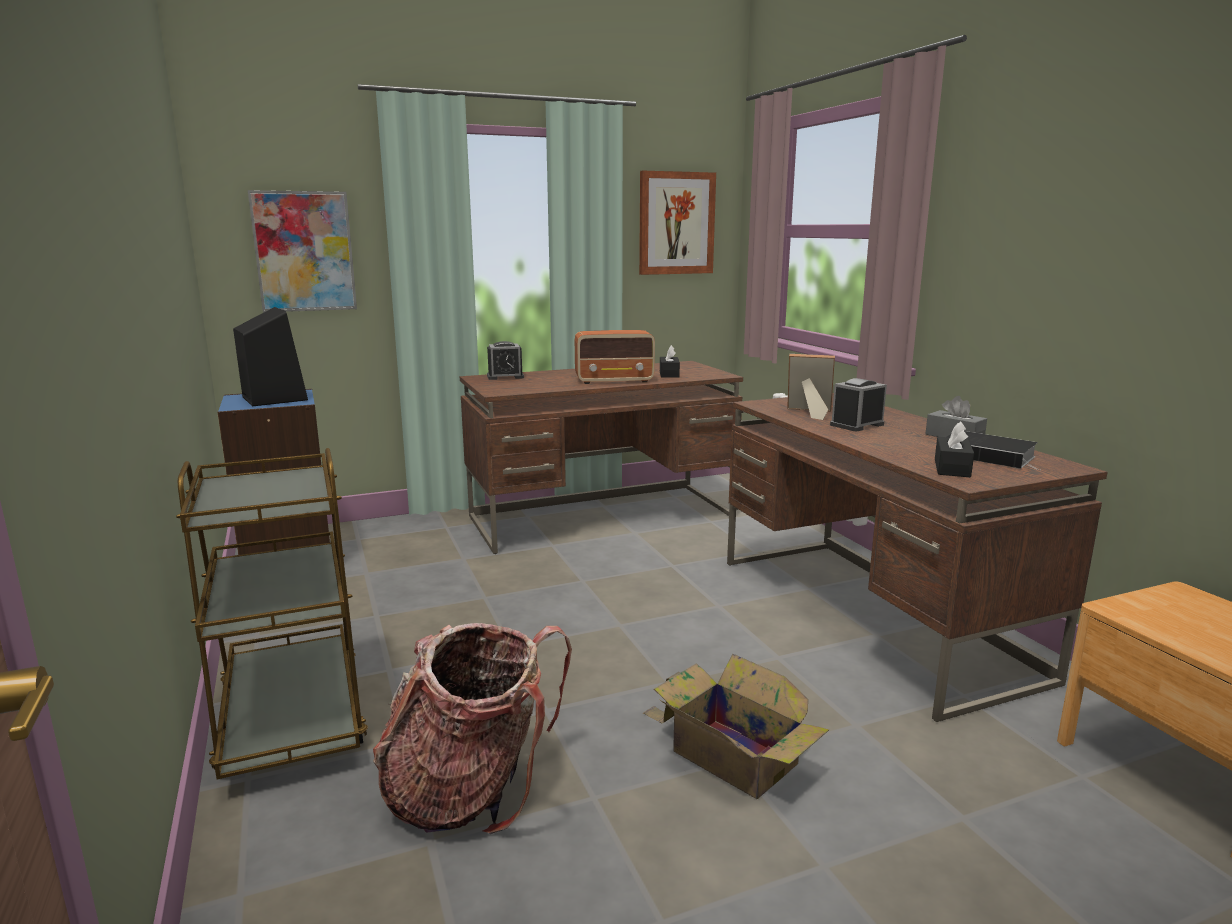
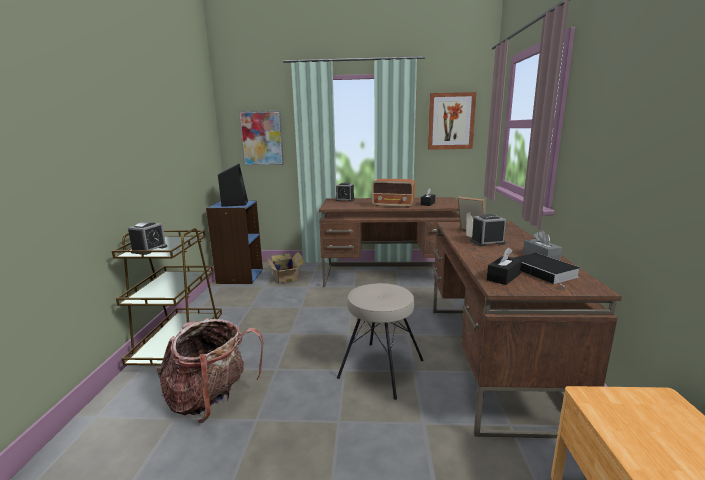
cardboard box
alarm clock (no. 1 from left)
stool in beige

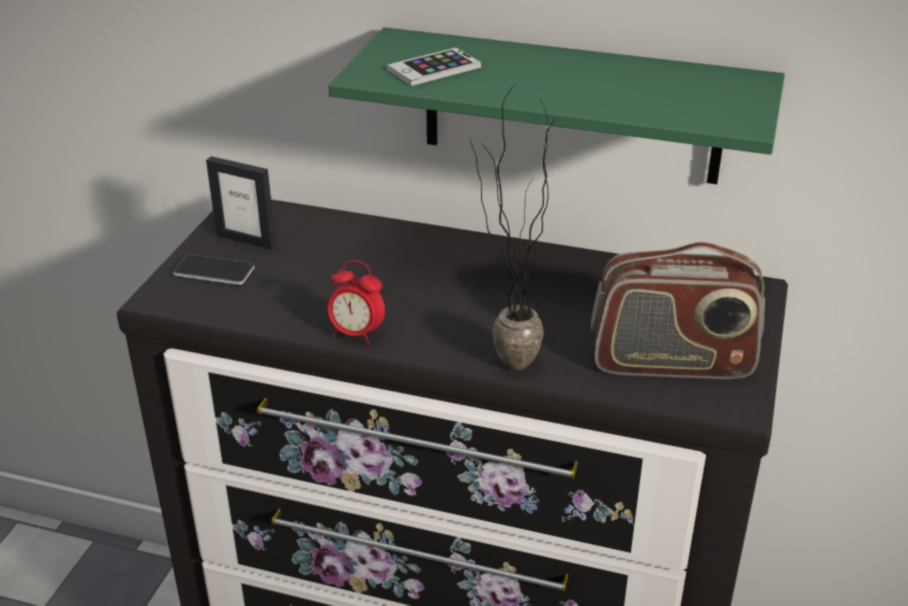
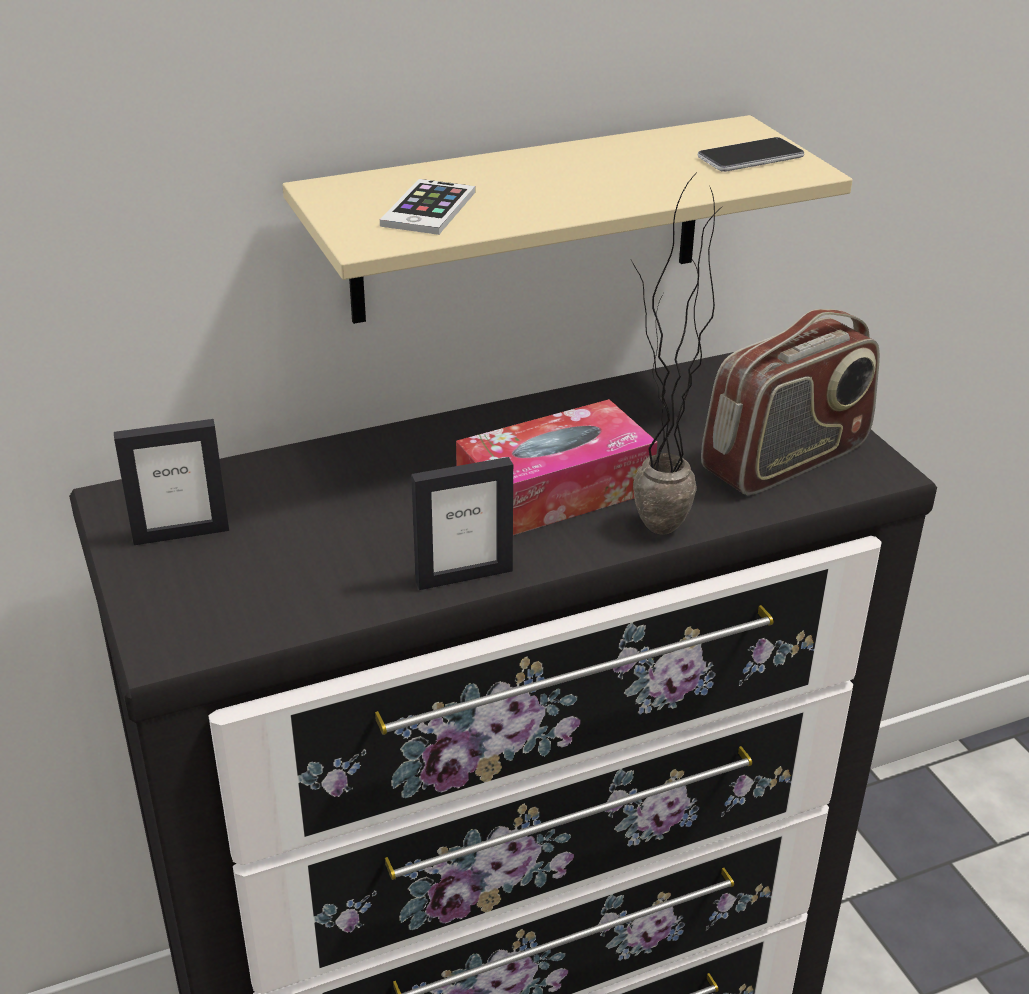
phone (no. 2 from left)
shelf in beige
picture frame (no. 2 from left)
tissue box

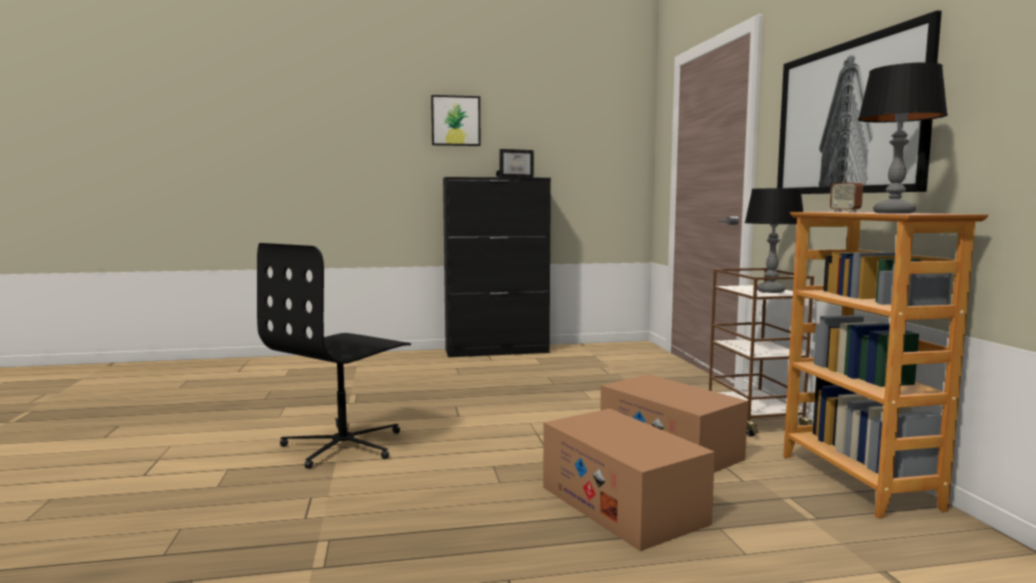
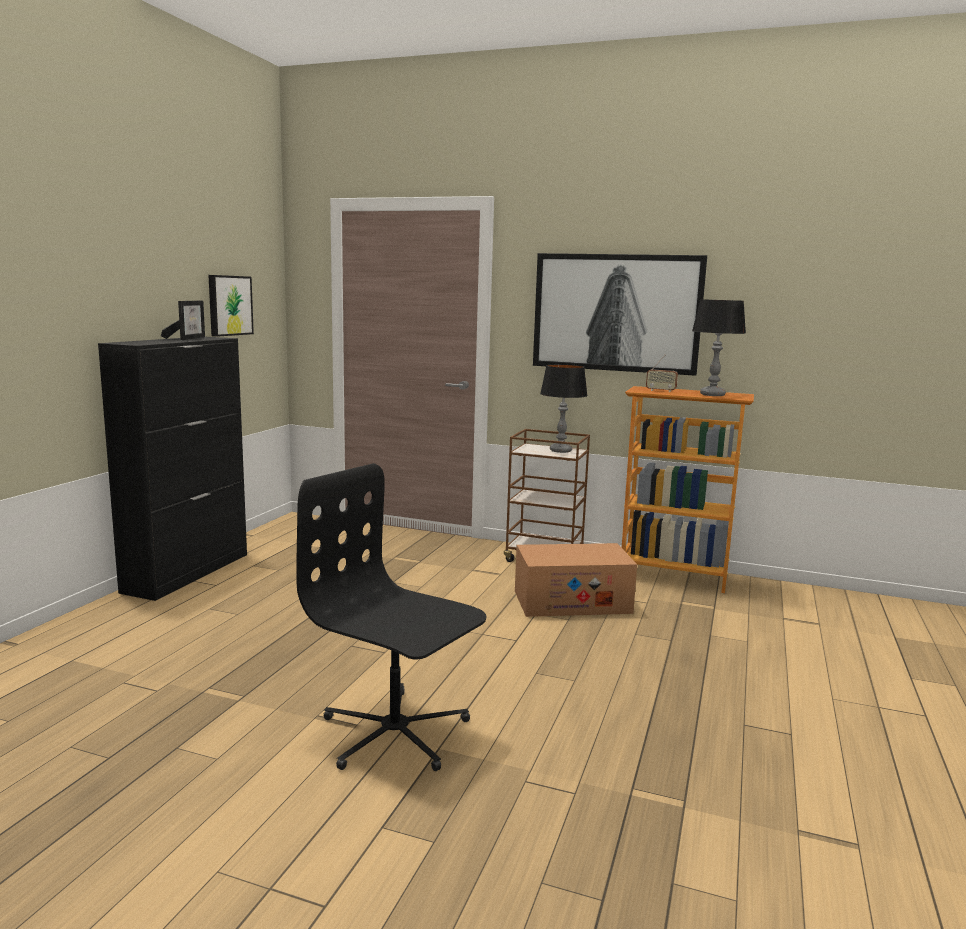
office chair in black
picture (no. 1 from left)
cardboard box (no. 1 from left in the first image)

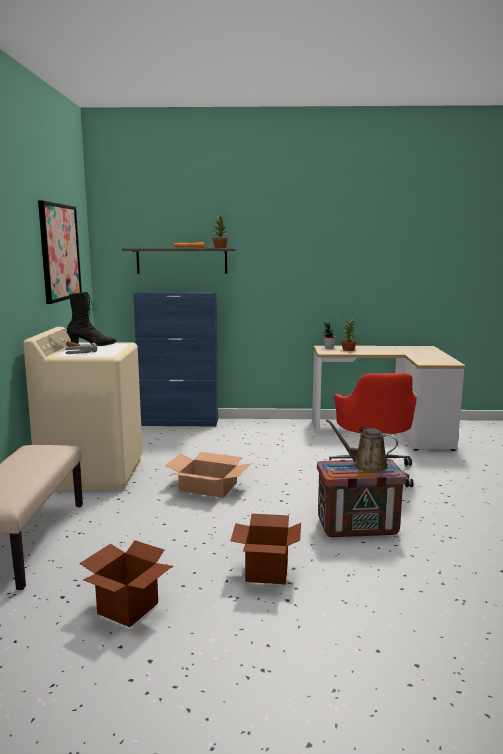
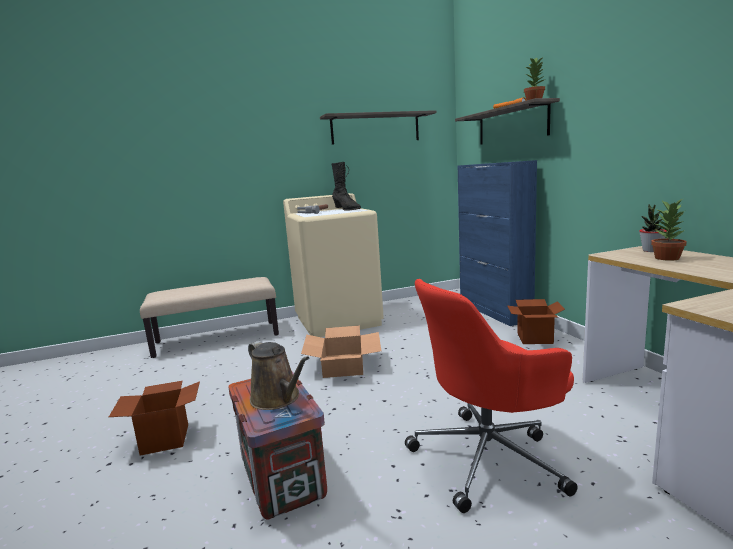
shelf (no. 1 from left)
cardboard box (no. 3 from left)
watering can in brown

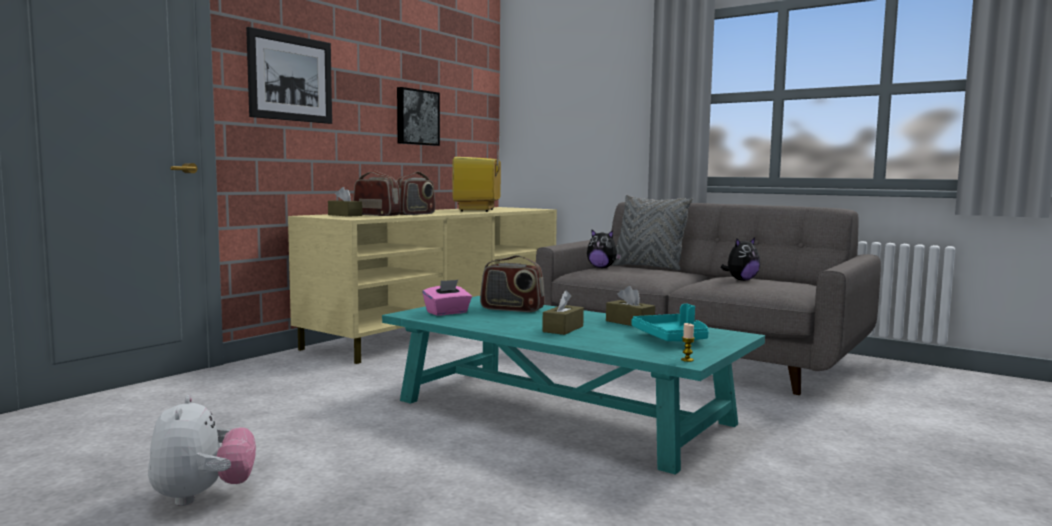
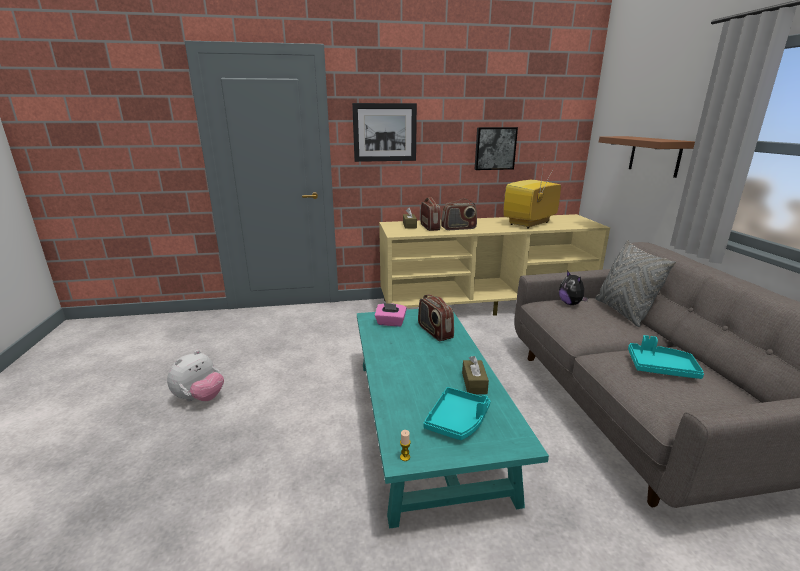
tissue box in brown (no. 2 from left in the first image)
tray in turquoise (no. 2 from left)
shelf in brown

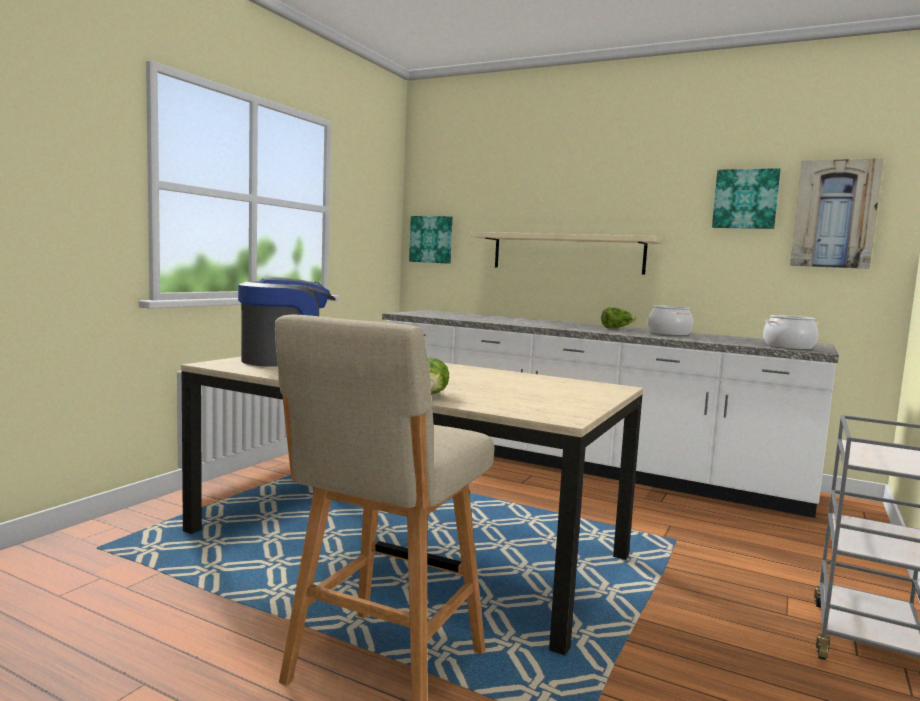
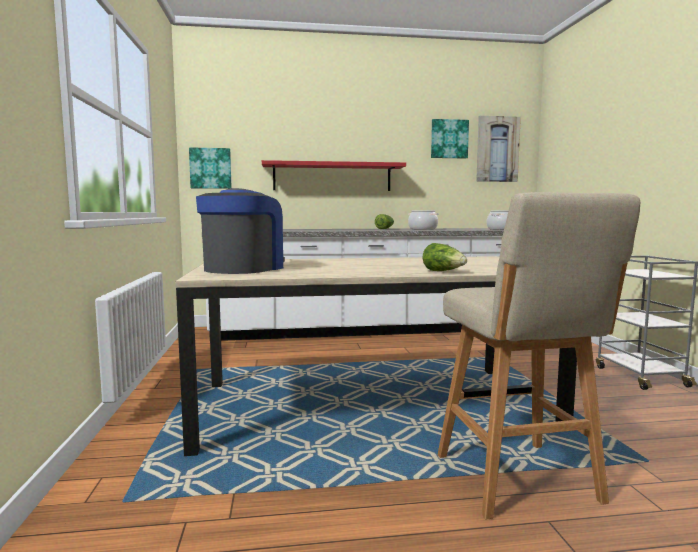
shelf in red

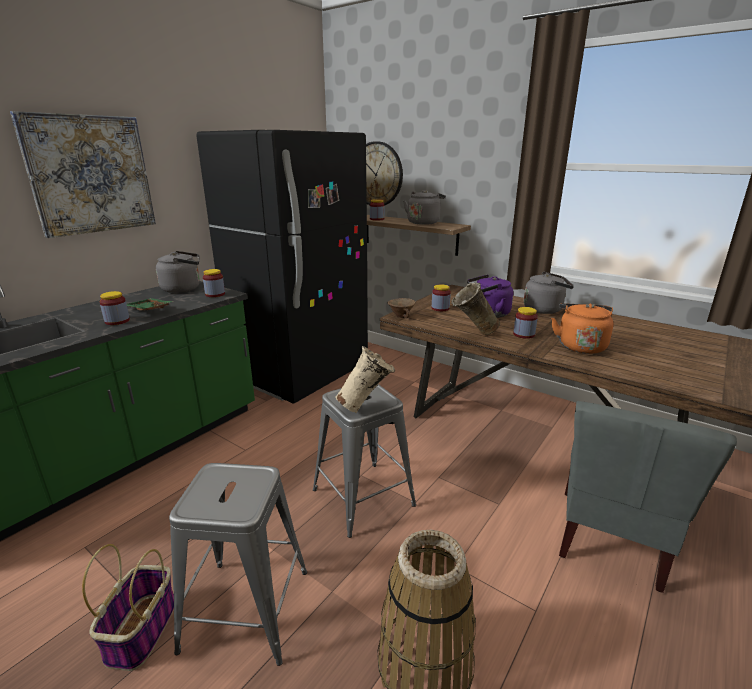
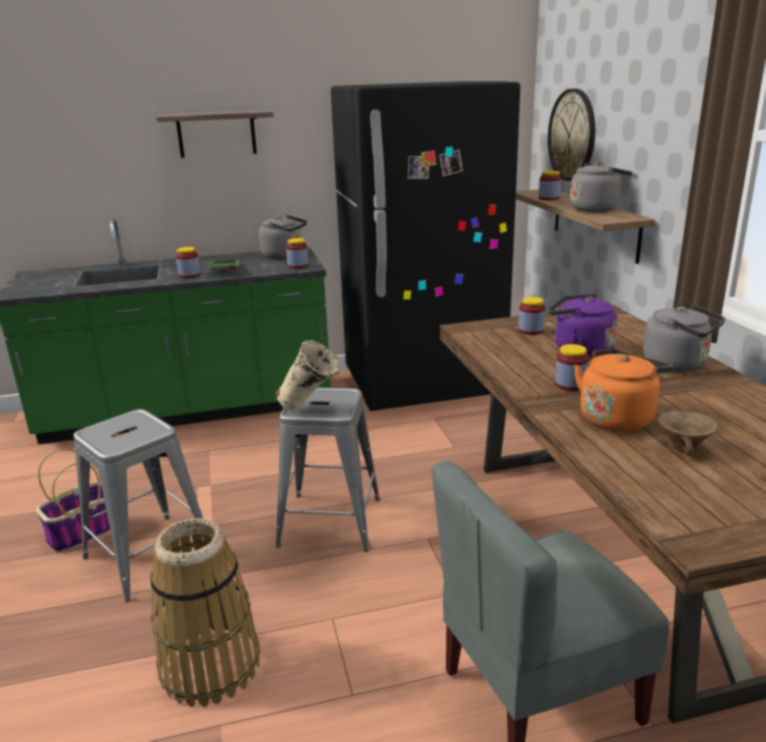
shelf (no. 1 from left)
bowl in brown
vase in beige (no. 2 from left in the first image)

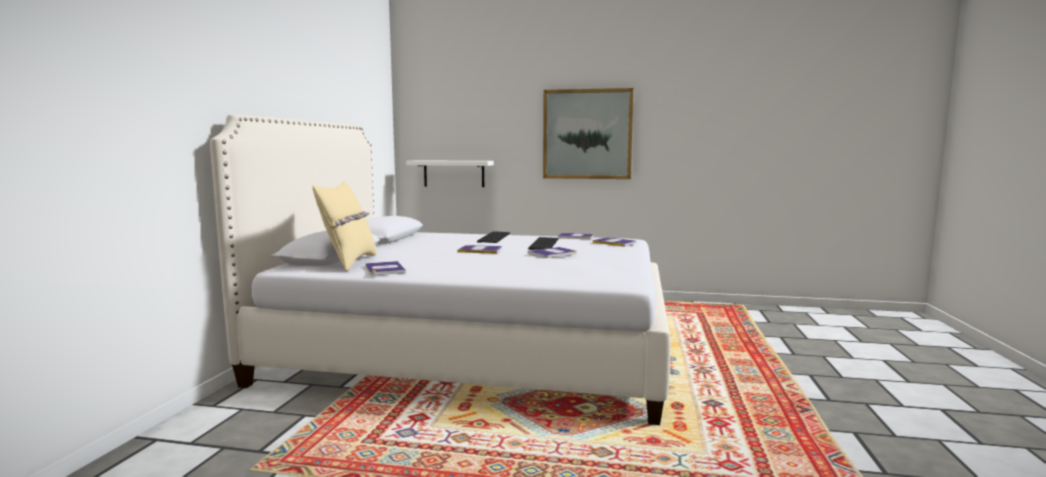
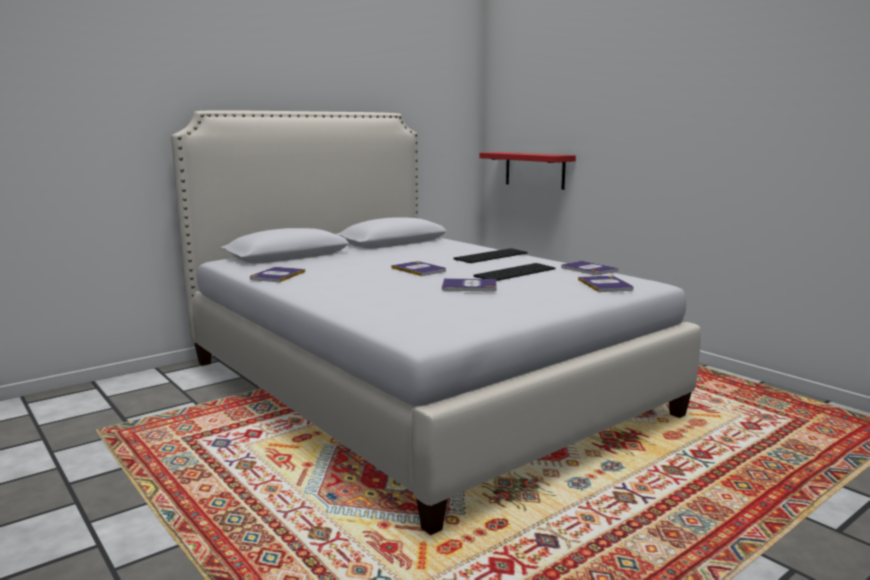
pillow in beige
shelf in red
picture

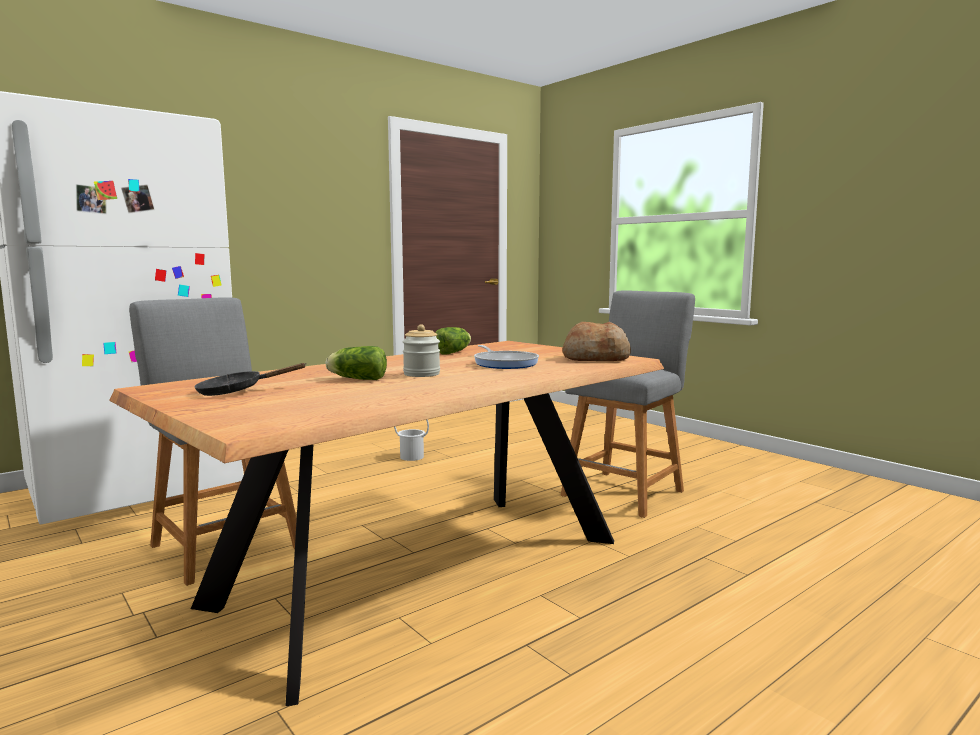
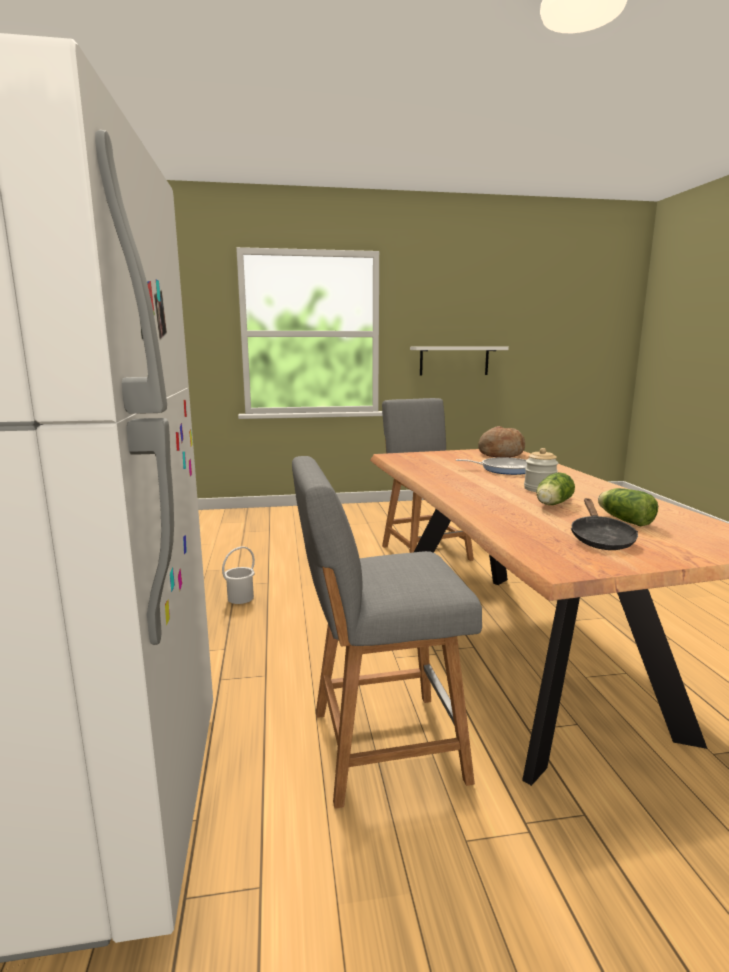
lettuce (no. 2 from left)
shelf in white

